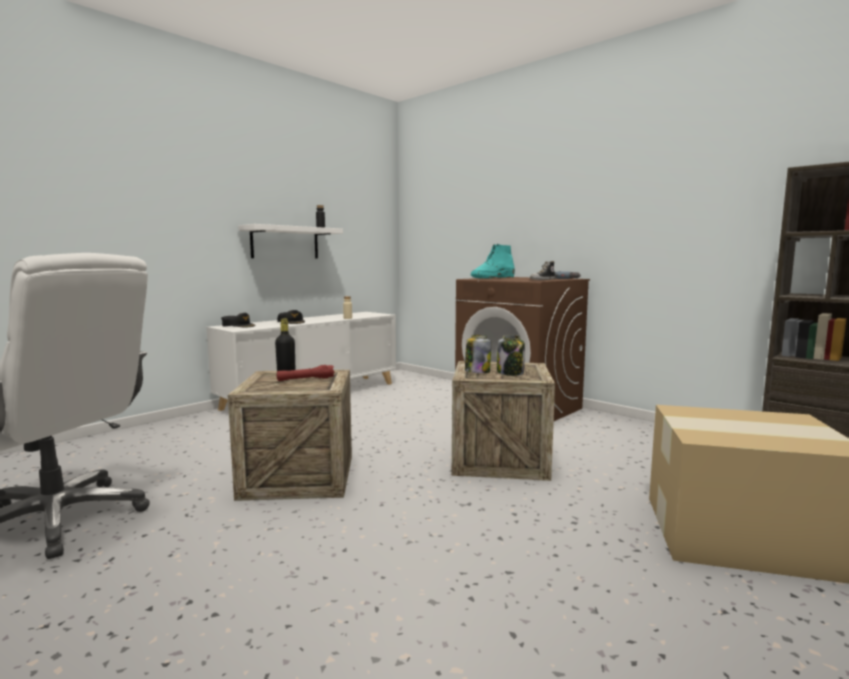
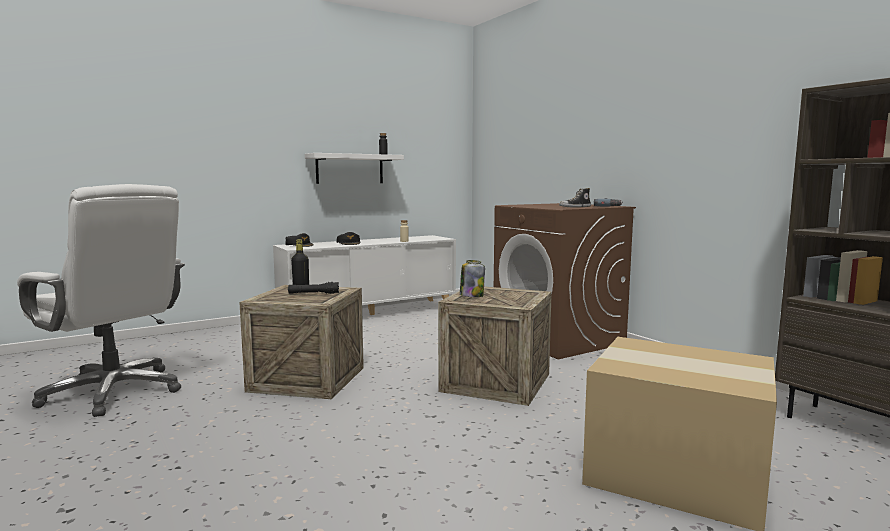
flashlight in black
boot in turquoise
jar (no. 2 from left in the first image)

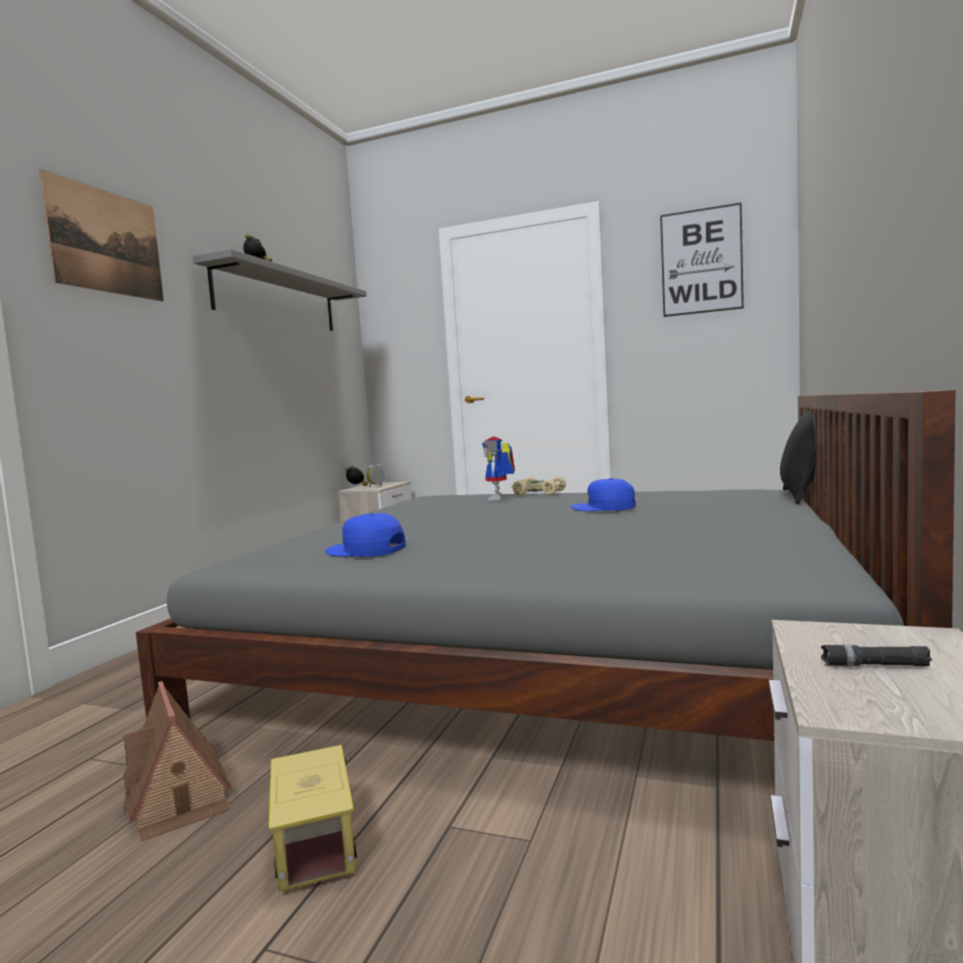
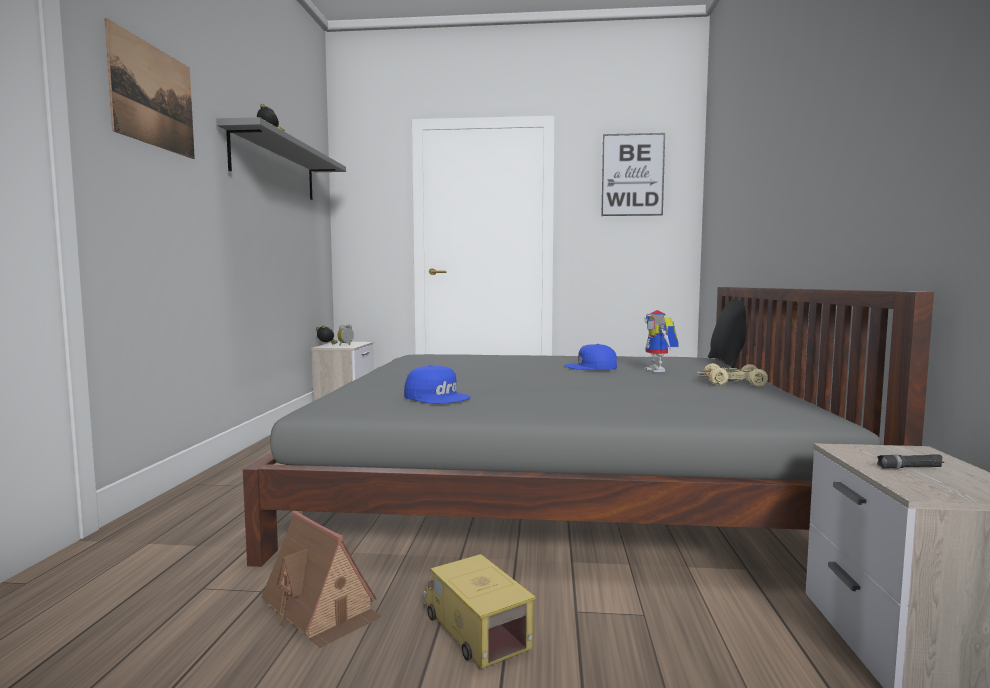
cap in blue (no. 1 from left)
toy robot
toy car in beige

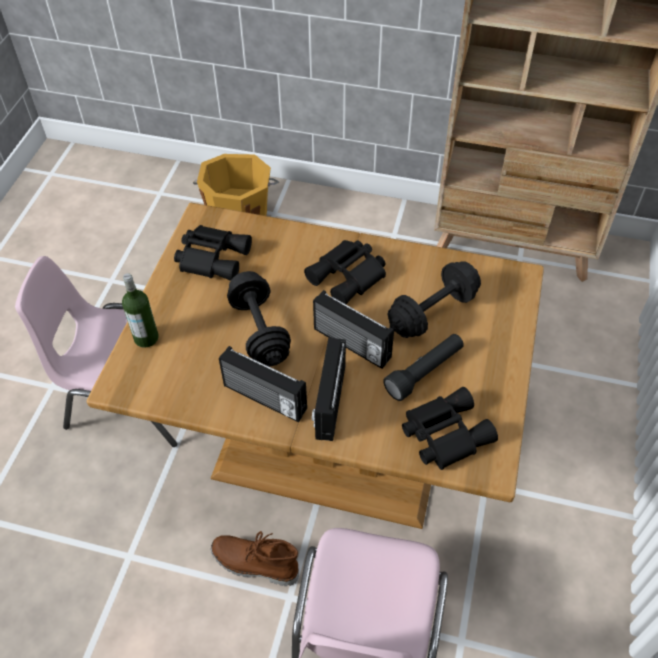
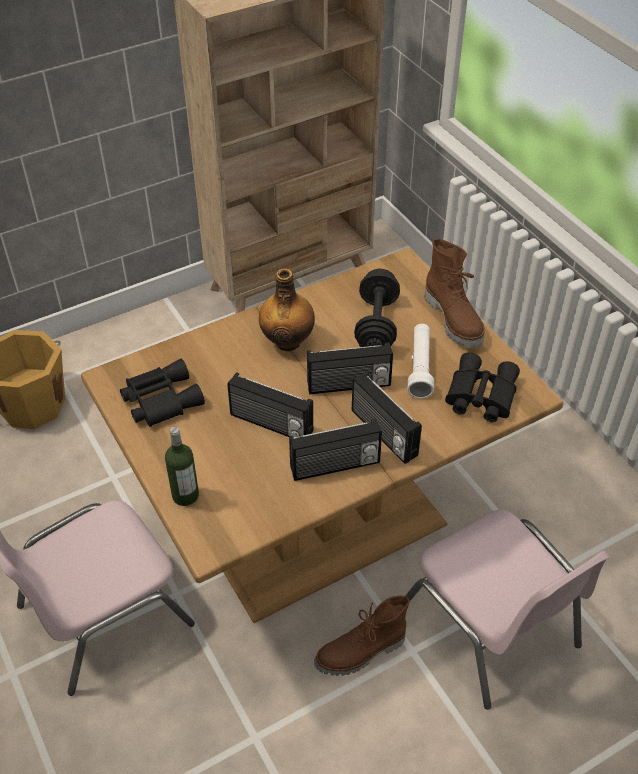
radio (no. 1 from left)
bottle (no. 2 from left)
flashlight in white
boot in brown (no. 2 from left)

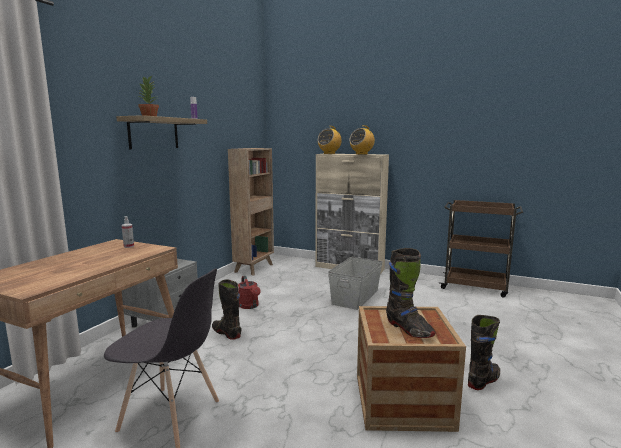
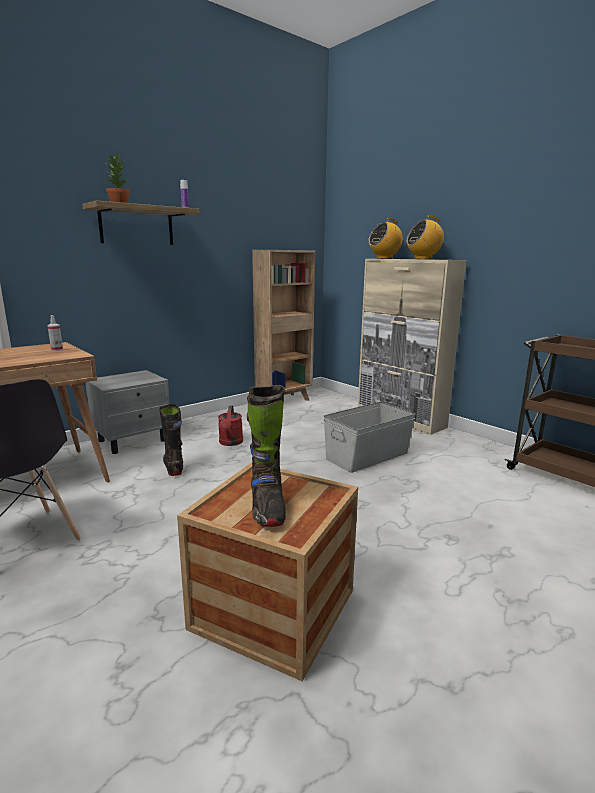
boot in black (no. 3 from left in the first image)

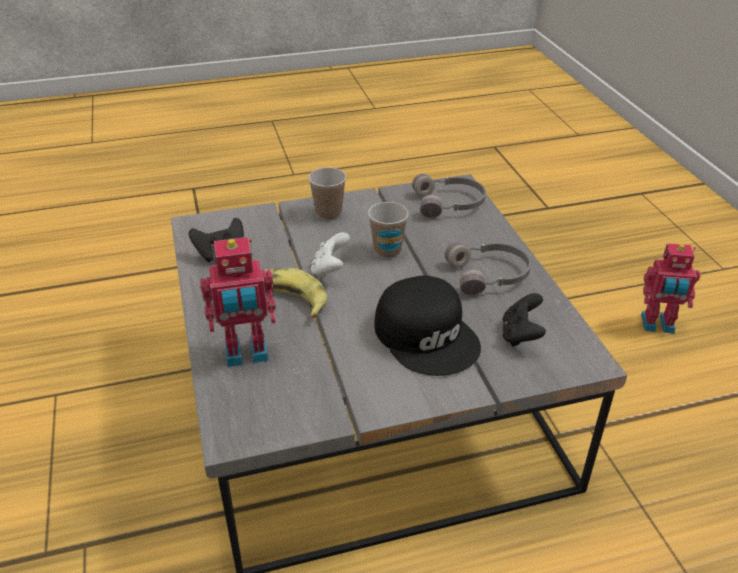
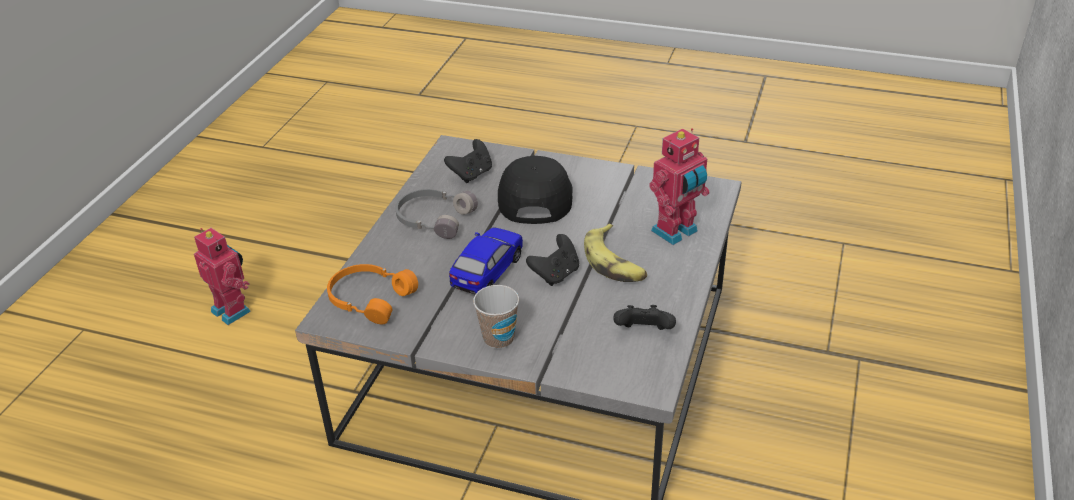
toy robot (no. 2 from left)
game controller in black (no. 2 from left)
toy car
headphones in orange

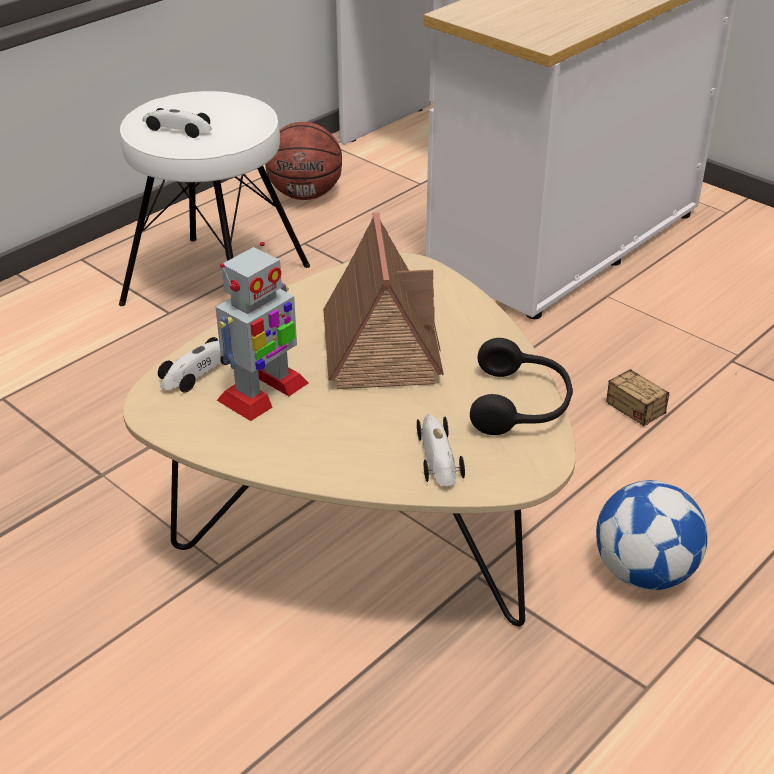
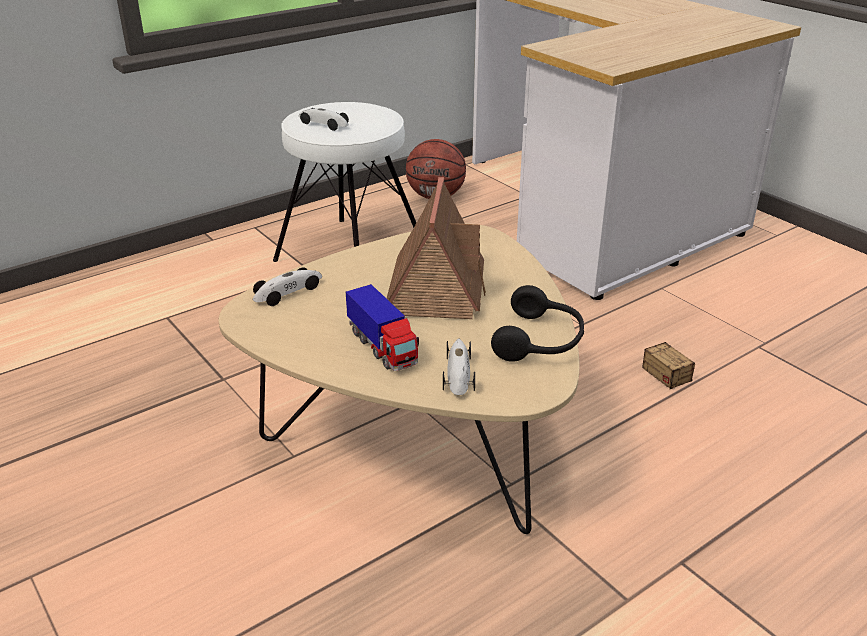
toy robot
football
toy truck

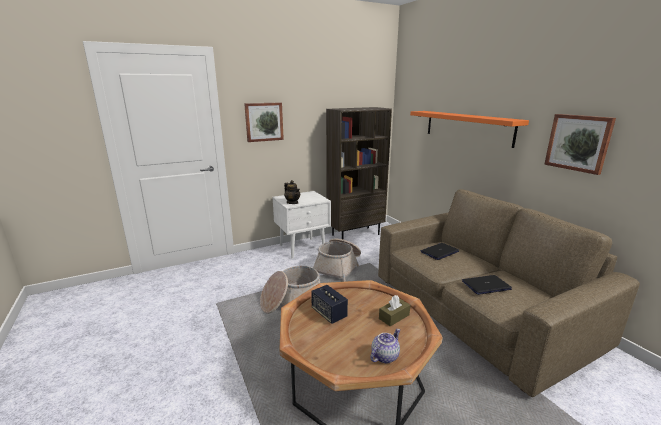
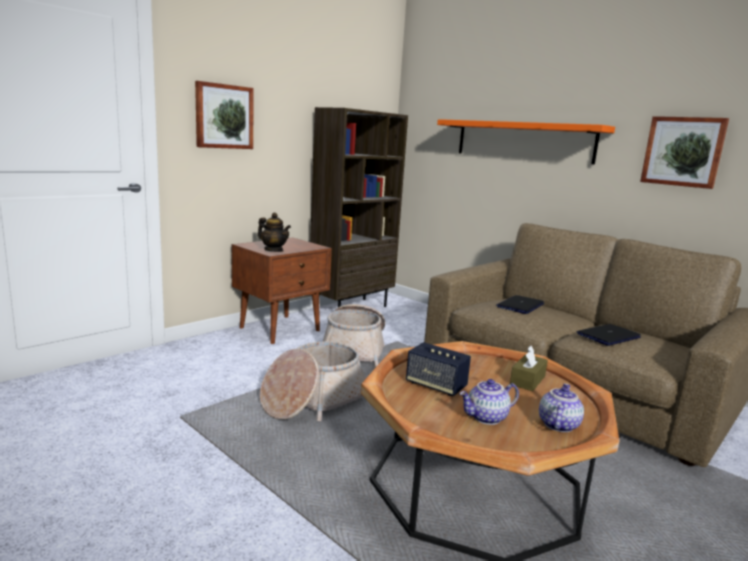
nightstand in brown
teapot (no. 2 from left)

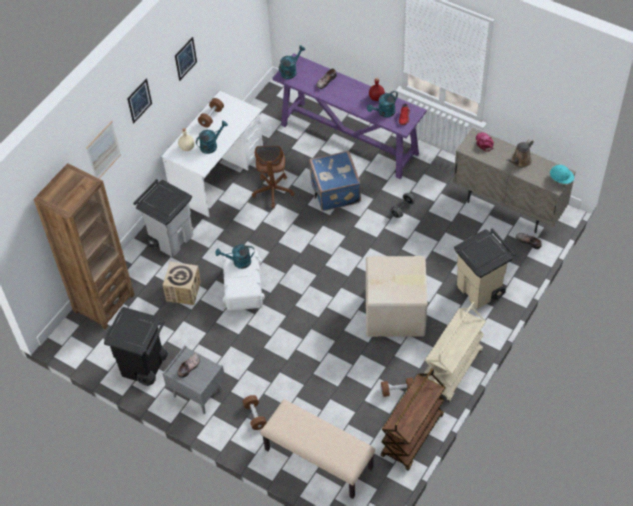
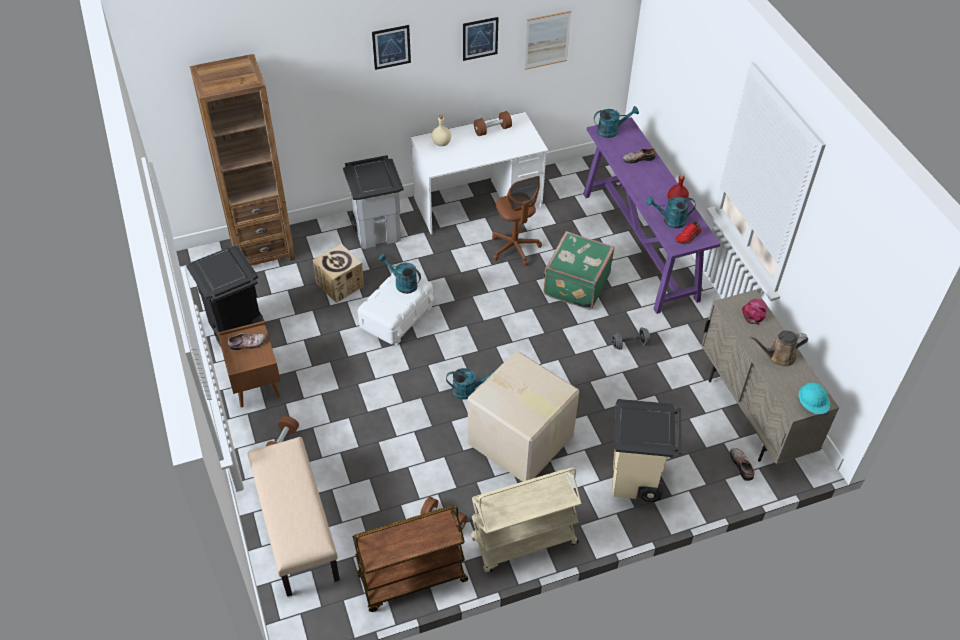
picture (no. 3 from left)
nightstand in brown
watering can in turquoise (no. 2 from left)
office chair in brown
suitcase in green

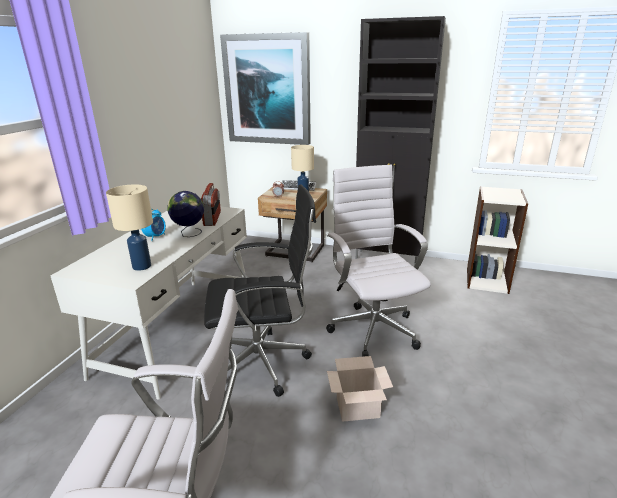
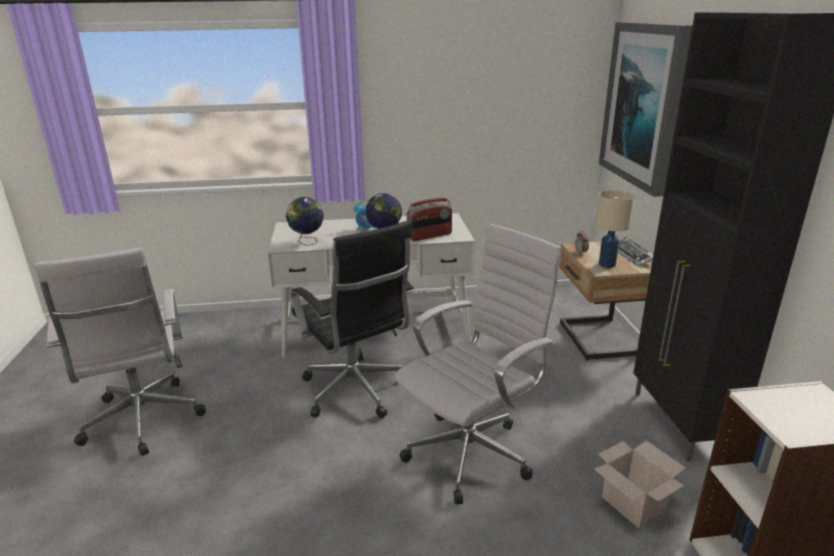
globe (no. 1 from left)
cardboard box

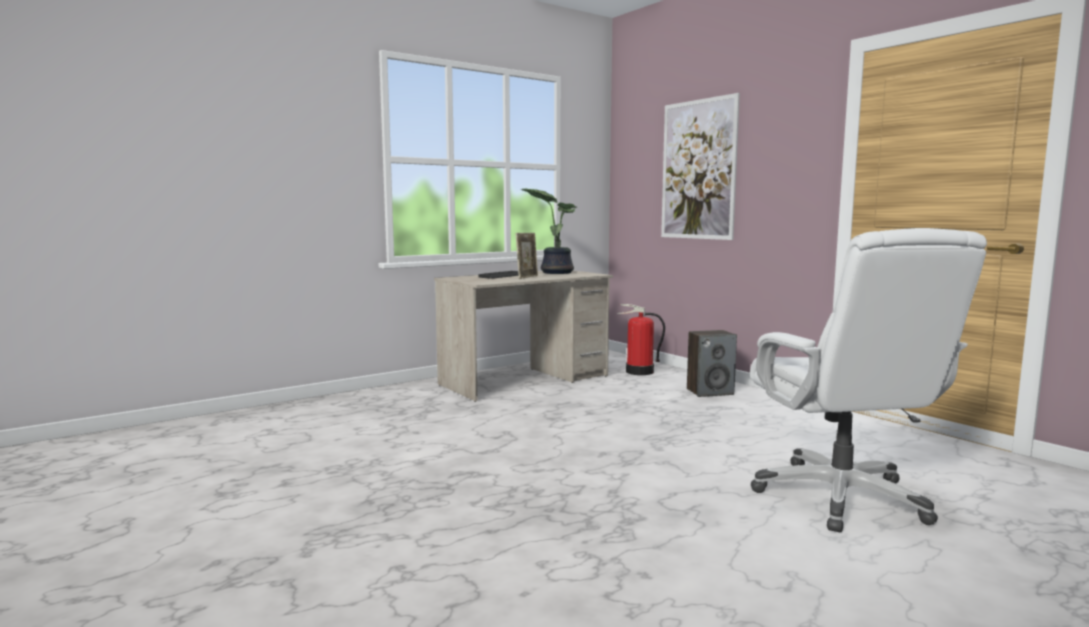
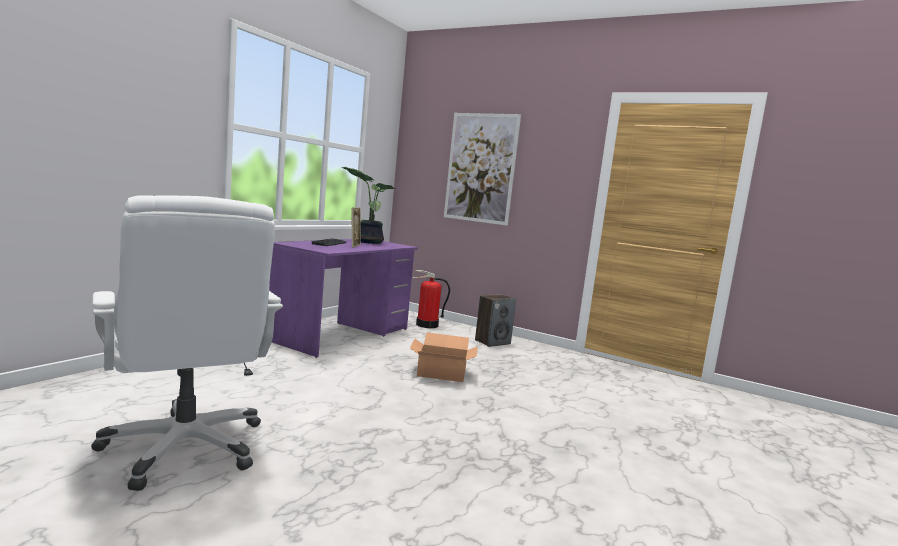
desk in purple
office chair in white
cardboard box

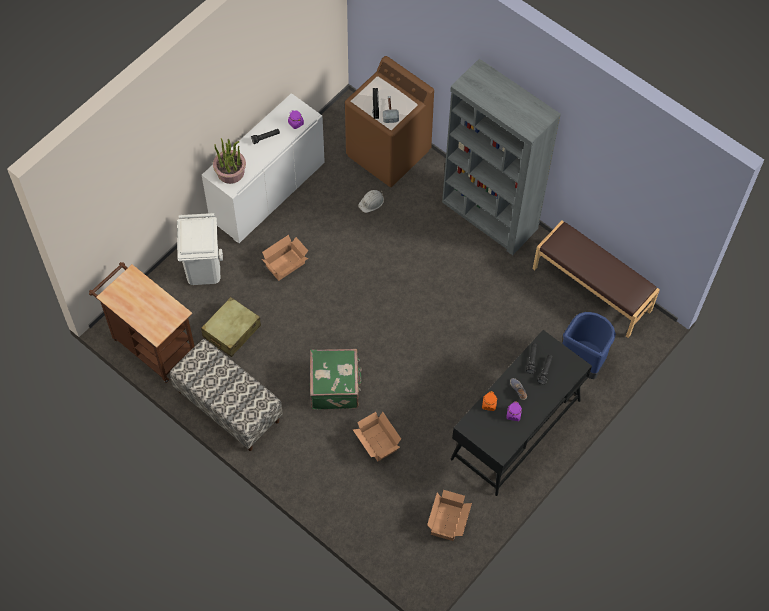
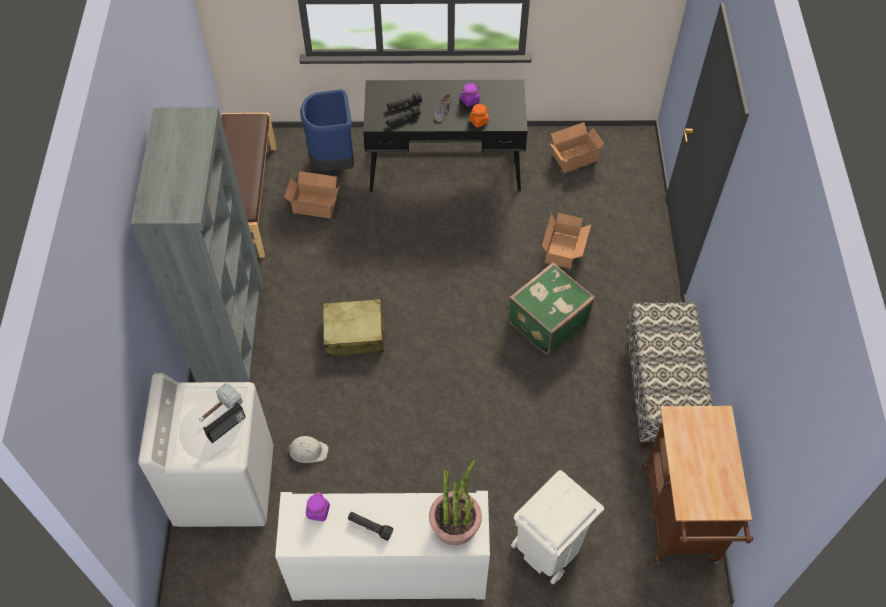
suitcase in beige
cardboard box (no. 1 from left)
washing machine in white

